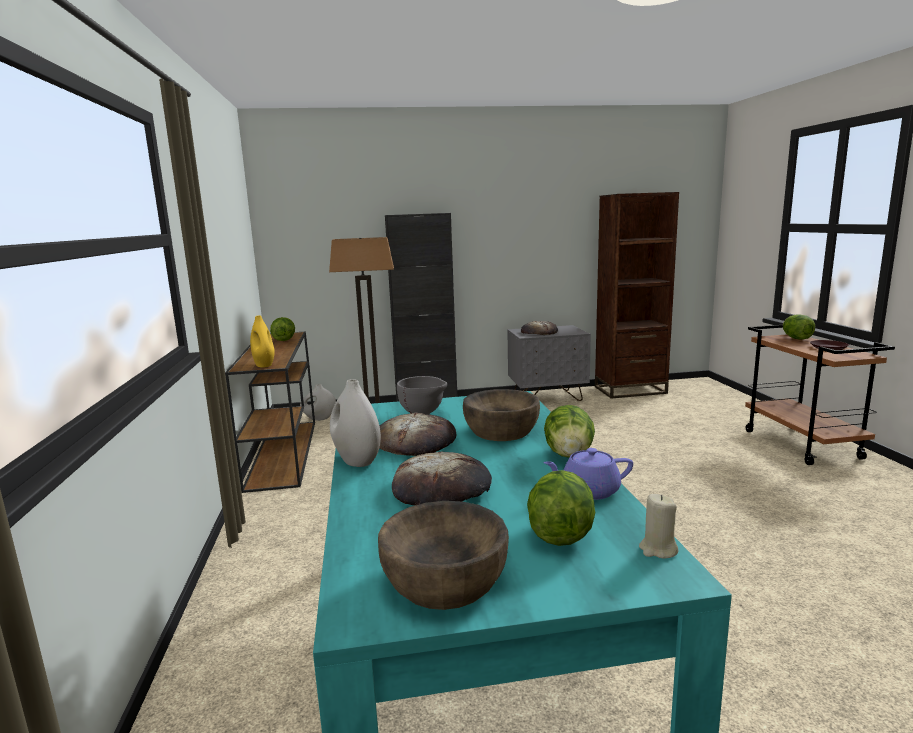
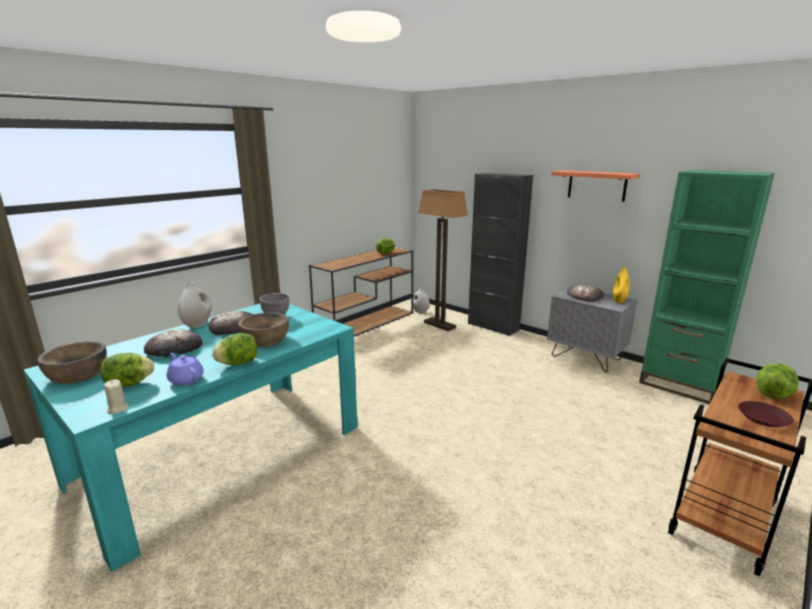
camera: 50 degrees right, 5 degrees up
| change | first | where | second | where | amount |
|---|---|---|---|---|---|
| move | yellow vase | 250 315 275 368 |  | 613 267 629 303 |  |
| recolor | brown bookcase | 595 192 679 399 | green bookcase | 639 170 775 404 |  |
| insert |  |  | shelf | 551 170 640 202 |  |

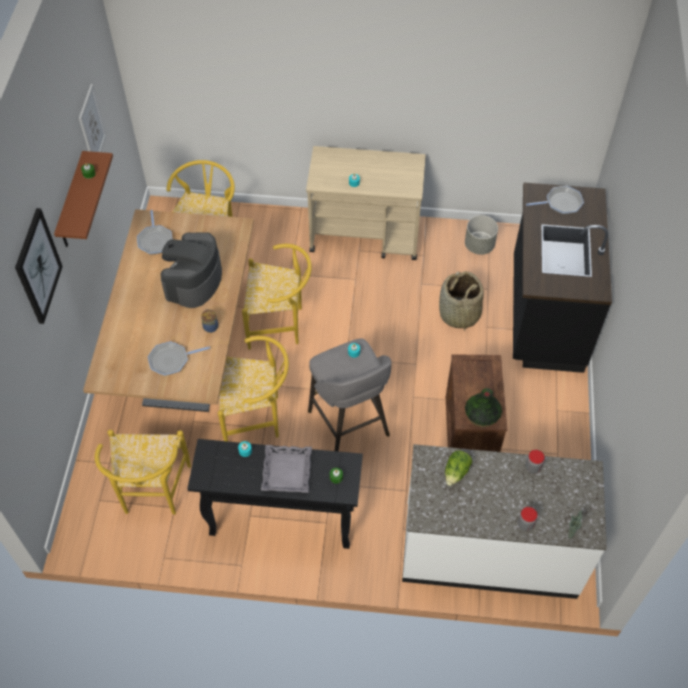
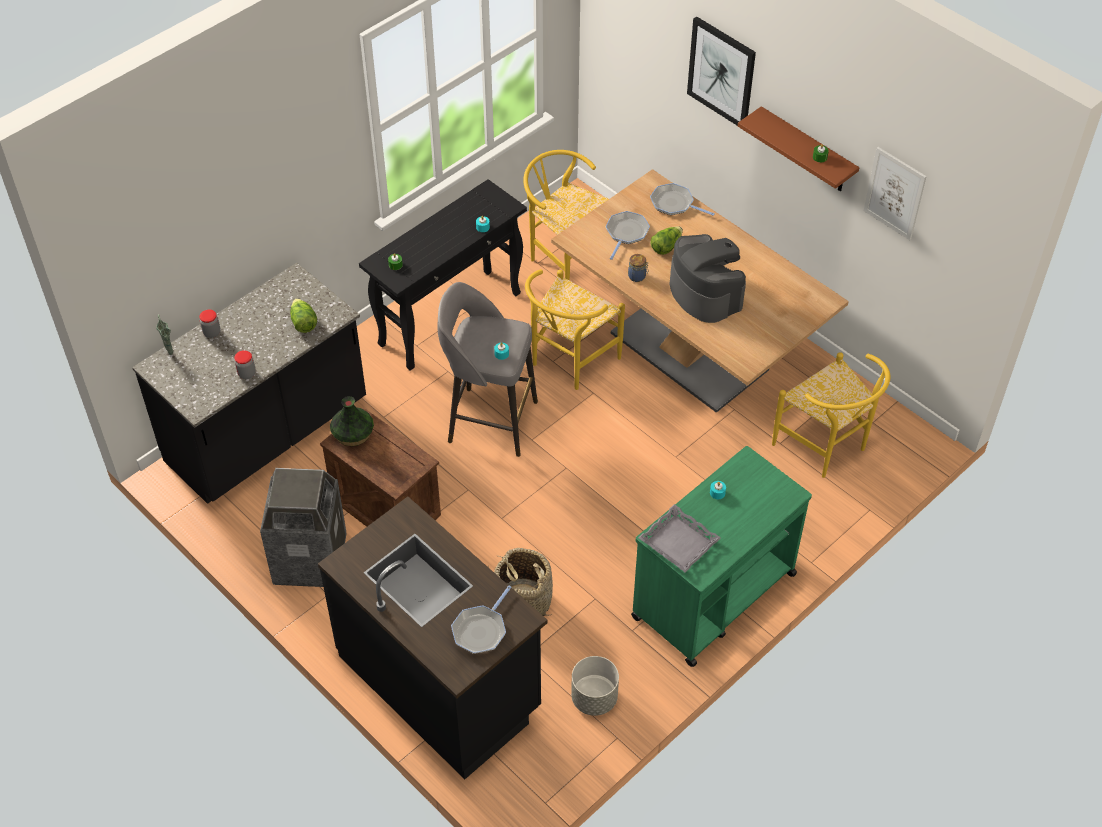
camera: 130 degrees right, 5 degrees down
| change | first | where | second | where | amount |
|---|---|---|---|---|---|
| move | frying pan | 137 210 172 255 |  | 650 183 715 216 |  |
| delete | yellow chair | 242 244 312 350 |  |  |  |
| move | grey tray | 261 445 312 493 |  | 638 504 721 572 |  |
| recolor | beige cart | 306 146 426 260 | green cart | 631 446 812 667 |  |
| recolor | white counter | 402 444 607 599 | black counter | 132 263 366 504 |  |
| insert |  |  | trash can | 260 468 347 587 |  |
| insert |  |  | lettuce | 651 227 683 255 |  |

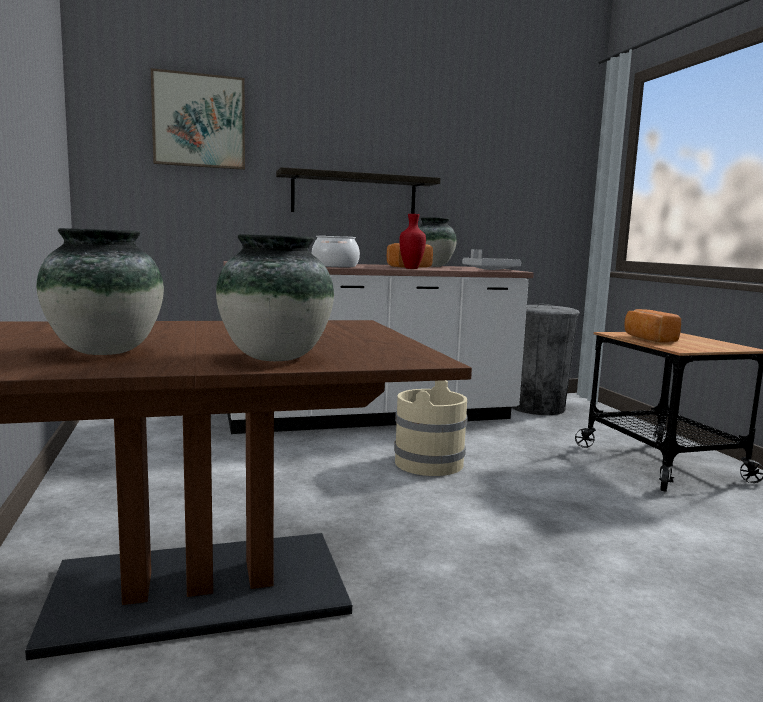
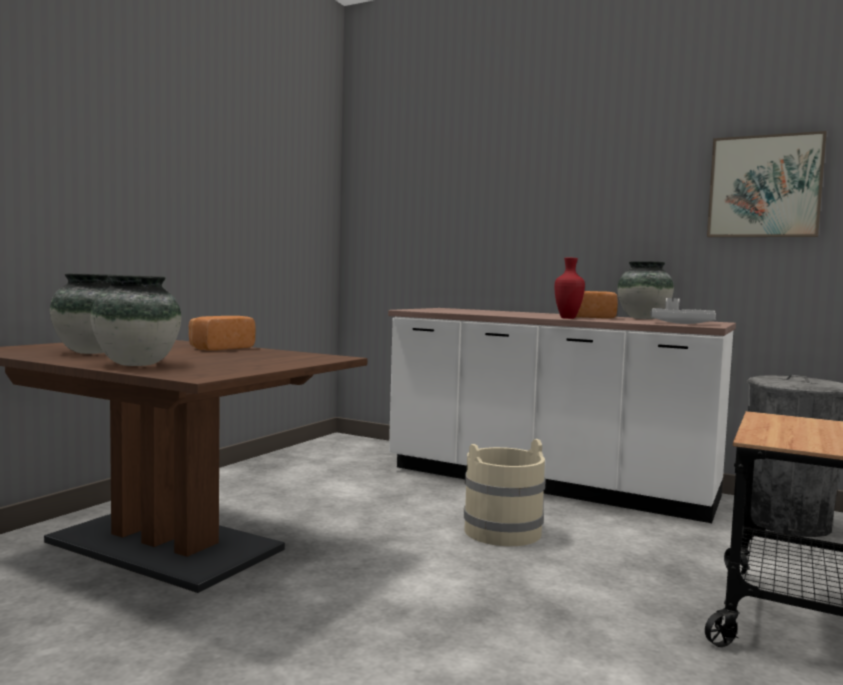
camera: 45 degrees right, 5 degrees down
| change | first | where | second | where | amount |
|---|---|---|---|---|---|
| move | picture | 151 68 245 170 |  | 707 131 827 237 |  |
| delete | shelf | 276 167 441 214 |  |  |  |
| delete | cooking pot | 312 236 360 267 |  |  |  |
| move | bread | 624 309 681 342 |  | 188 316 256 350 |  |

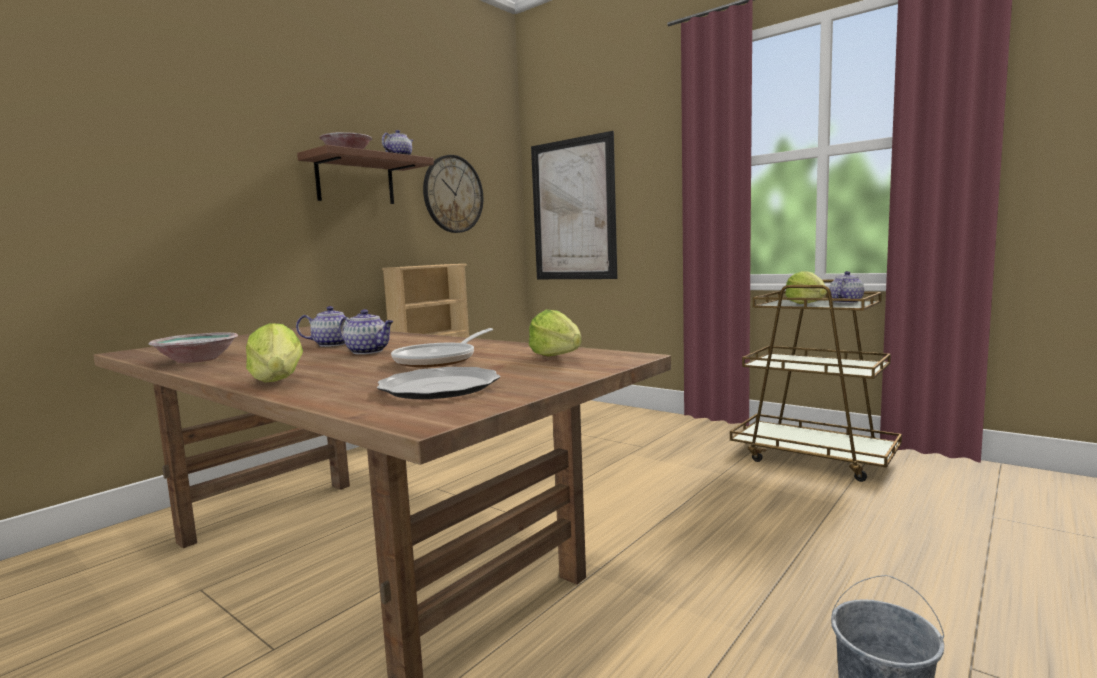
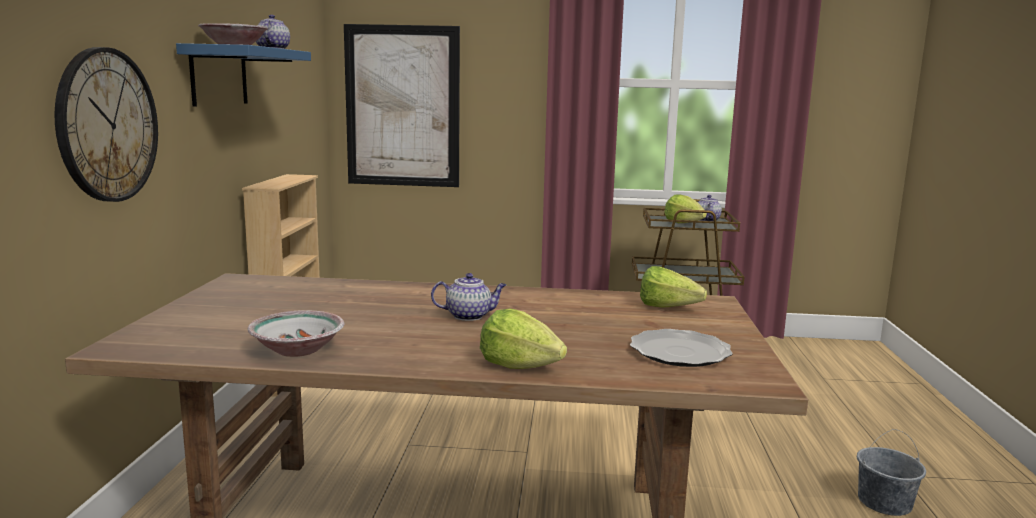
camera: 35 degrees left, 5 degrees up
| change | first | where | second | where | amount |
|---|---|---|---|---|---|
| delete | teapot | 296 306 362 347 |  |  |  |
| recolor | brown shelf | 297 145 434 204 | blue shelf | 176 43 311 107 |  |
| delete | frying pan | 391 328 493 367 |  |  |  |
| move | wall clock | 423 155 483 233 |  | 54 47 158 202 |  |

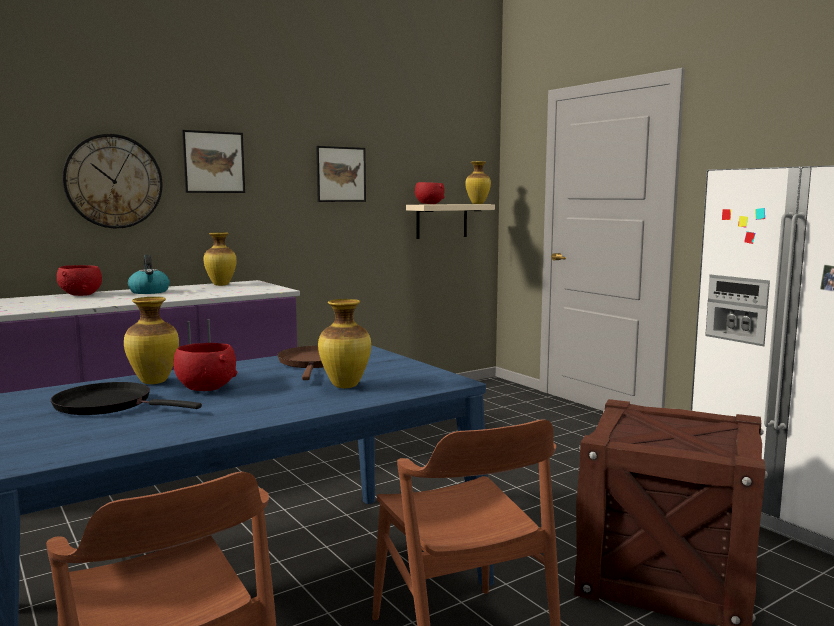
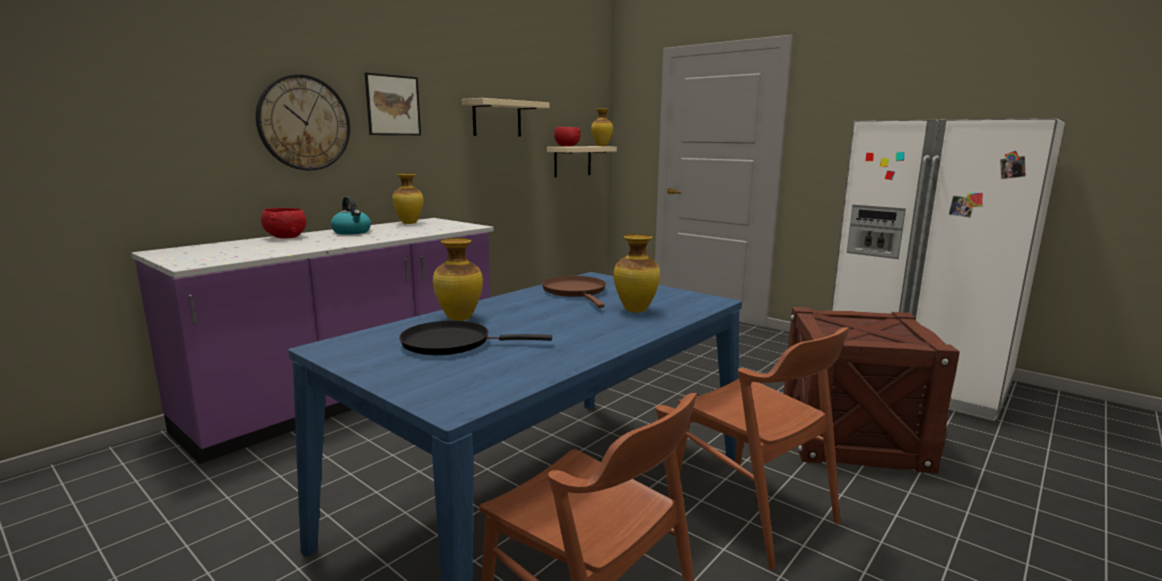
camera: 15 degrees left, 5 degrees up
| change | first | where | second | where | amount |
|---|---|---|---|---|---|
| delete | red bowl | 173 343 238 391 |  |  |  |
| replace | picture | 316 146 366 202 | beige shelf | 462 98 549 136 |  |

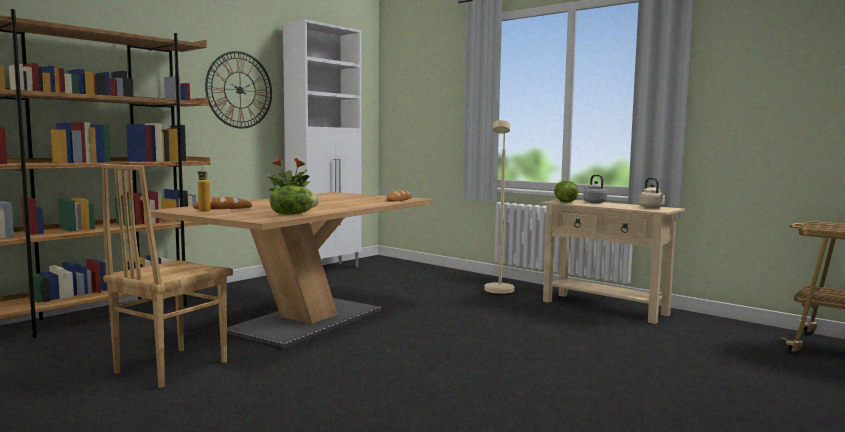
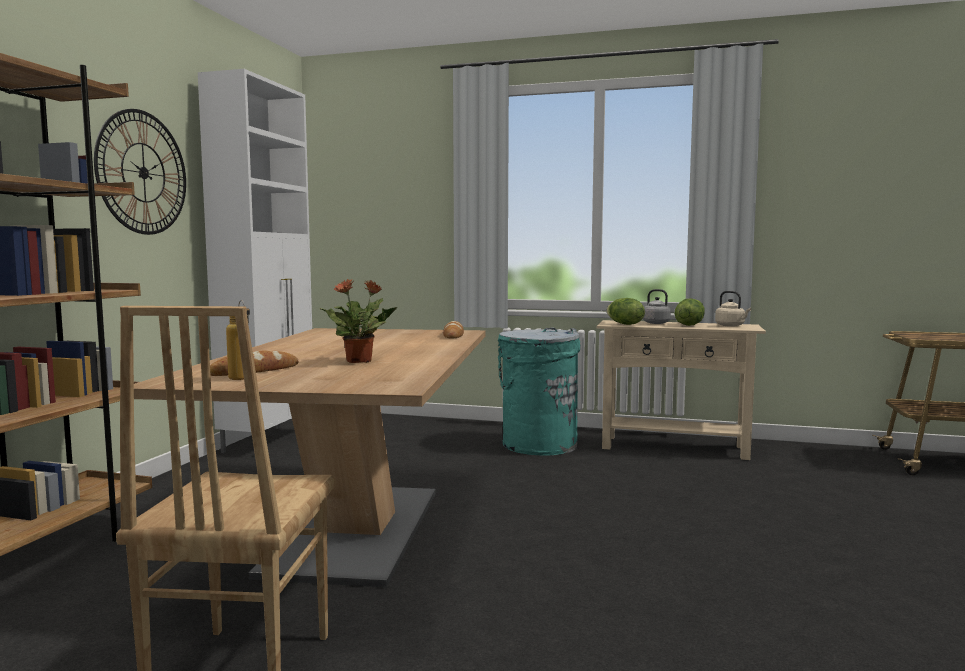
camera: 25 degrees left, 0 degrees up
| change | first | where | second | where | amount |
|---|---|---|---|---|---|
| move | lettuce | 270 186 319 215 |  | 675 298 705 326 |  |
| replace | beige floor lamp | 484 120 515 295 | turquoise trash can | 498 327 580 455 |  |

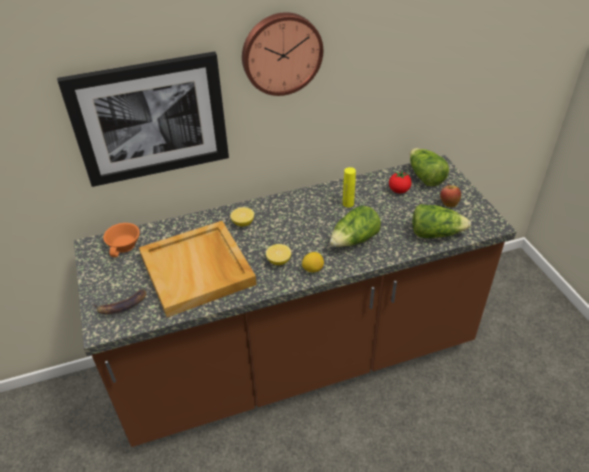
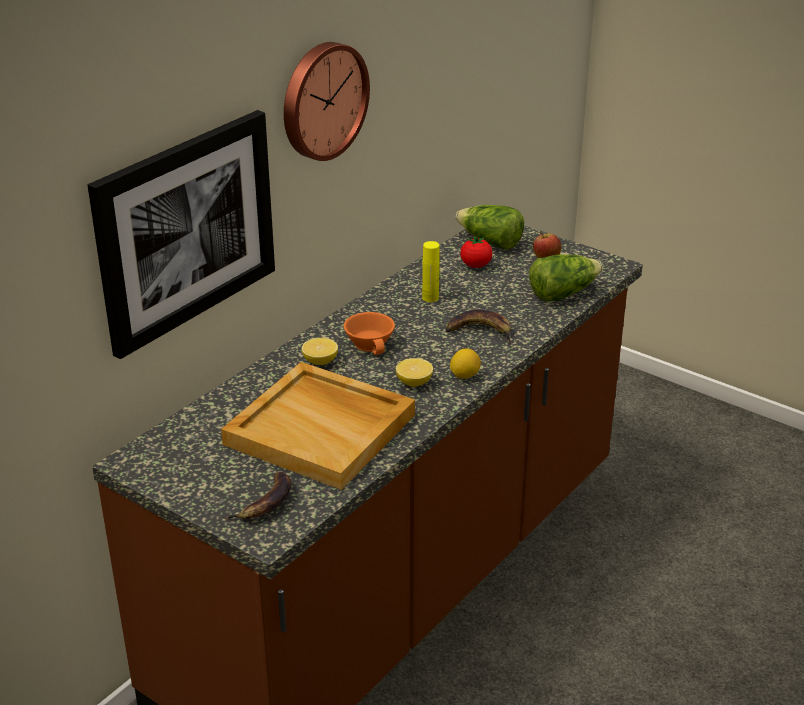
camera: 35 degrees left, 10 degrees down
| change | first | where | second | where | amount |
|---|---|---|---|---|---|
| move | orange cup | 103 223 140 257 |  | 344 312 395 355 |  |
| replace | lettuce | 330 206 381 247 | banana | 445 310 511 344 |  |

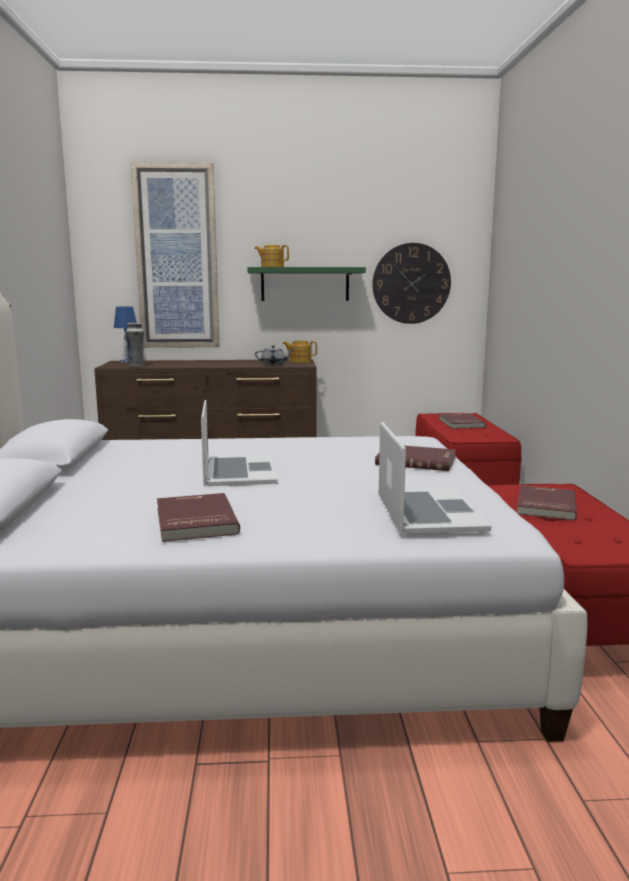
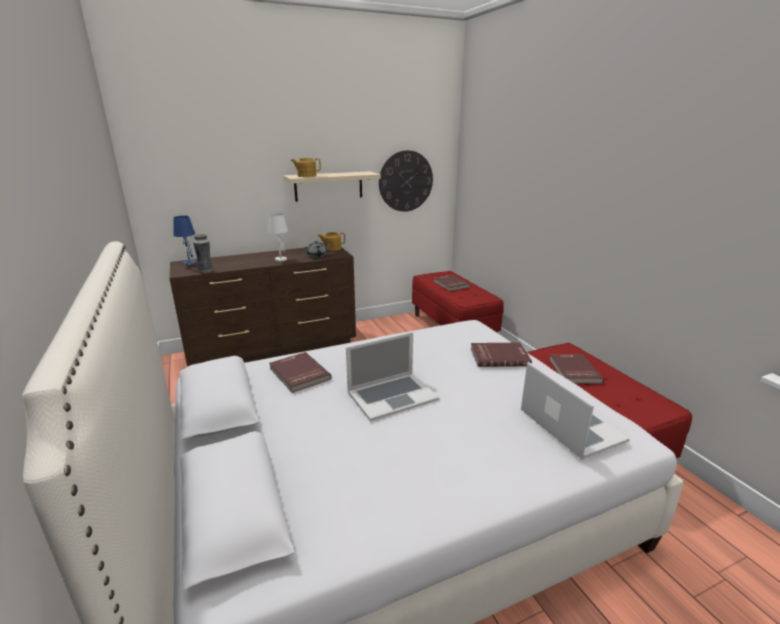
camera: 20 degrees left, 10 degrees up
| change | first | where | second | where | amount |
|---|---|---|---|---|---|
| delete | picture | 131 162 220 348 |  |  |  |
| move | red book | 157 493 240 542 |  | 269 352 331 393 |  |
| rotate | laptop | 201 400 278 486 |  | 346 332 439 421 | 90 degrees clockwise |
| recolor | green shelf | 247 267 366 301 | beige shelf | 283 171 381 202 |  |
| insert |  |  | white table lamp | 268 213 288 262 |  |

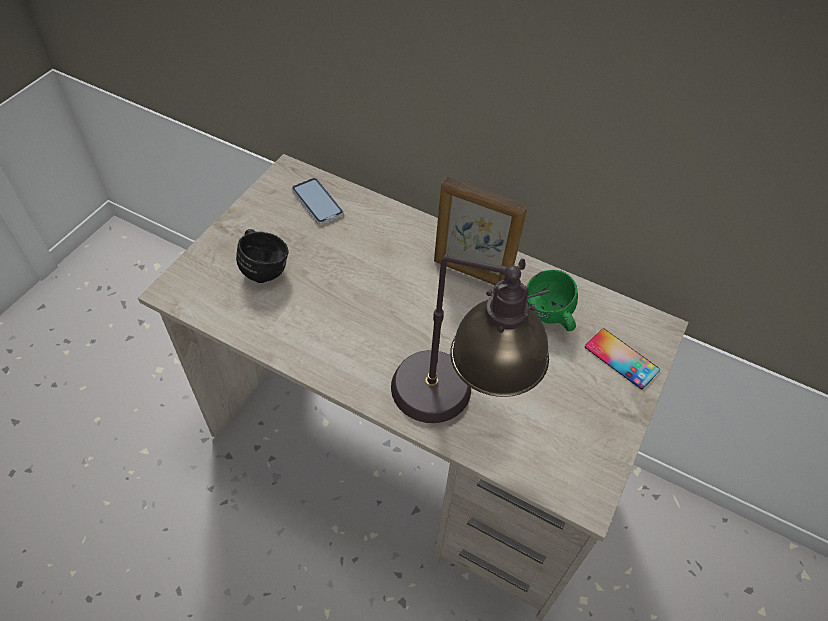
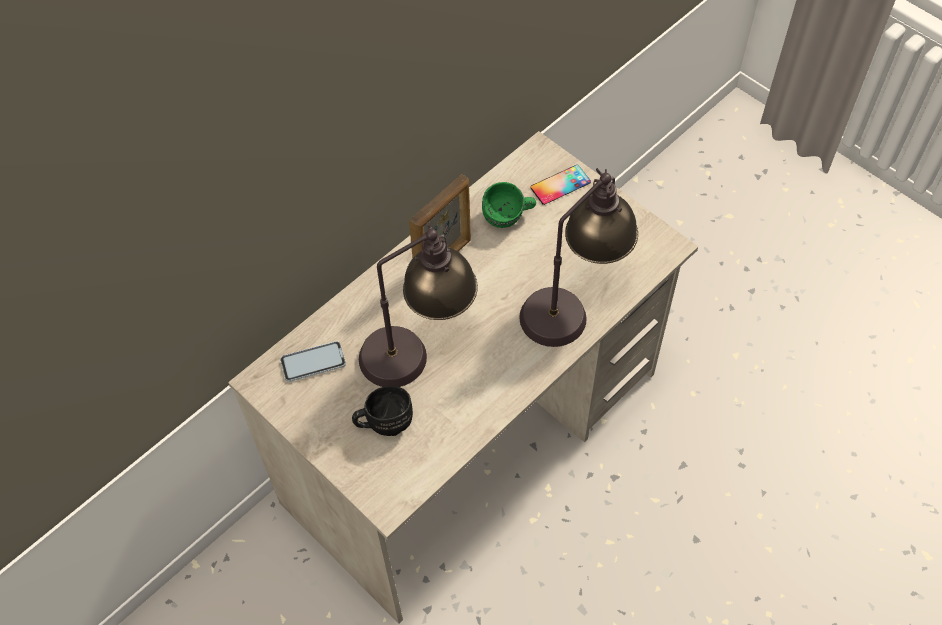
camera: 70 degrees left, 5 degrees up
| change | first | where | second | where | amount |
|---|---|---|---|---|---|
| insert |  |  | table lamp | 359 222 478 387 |  |

